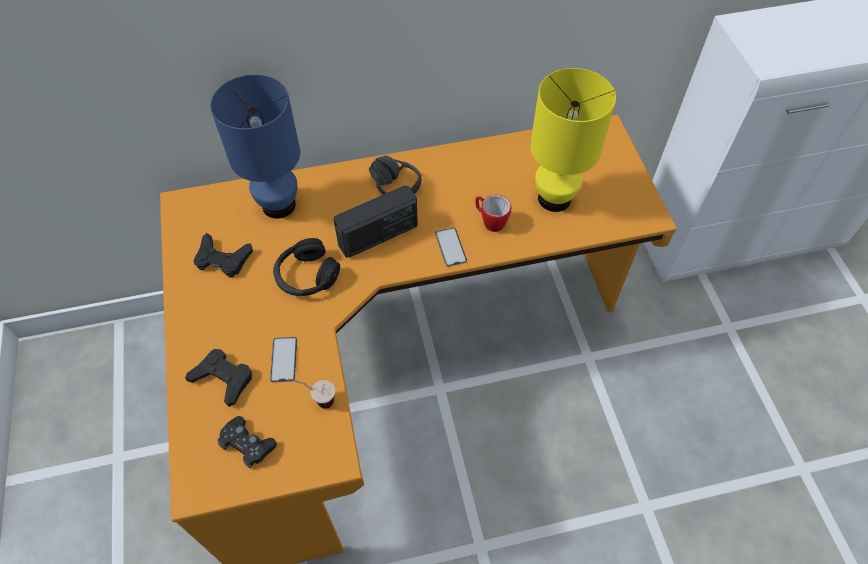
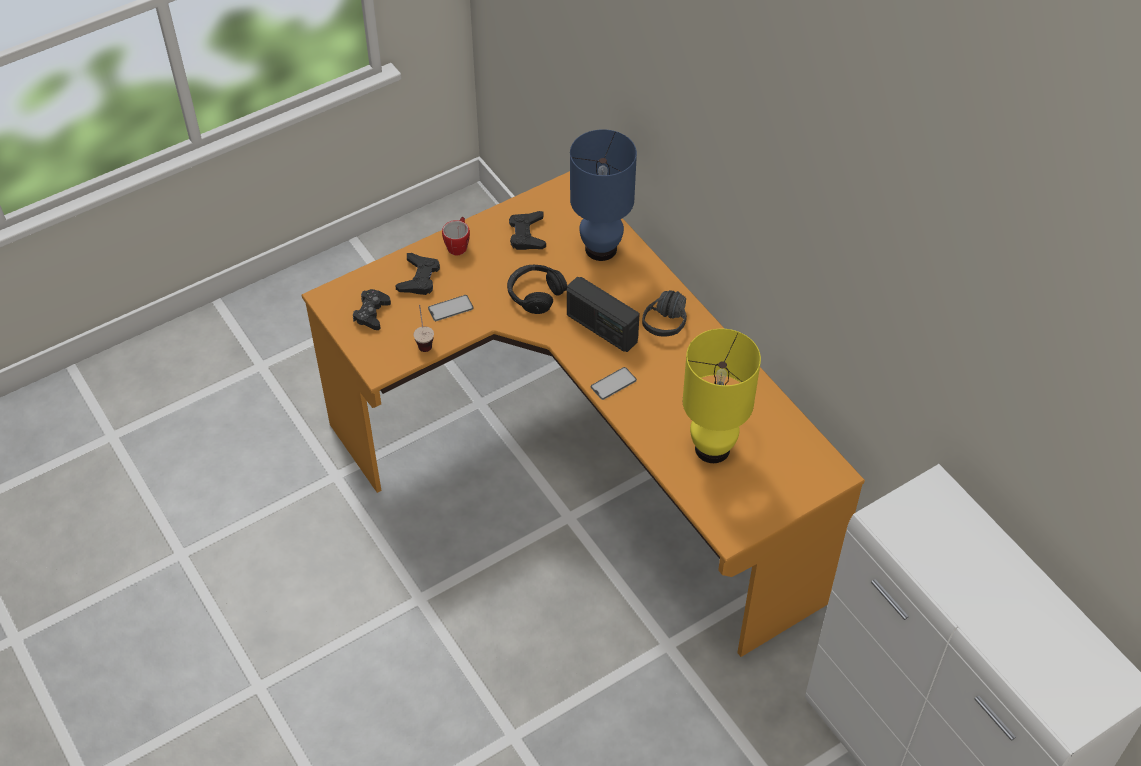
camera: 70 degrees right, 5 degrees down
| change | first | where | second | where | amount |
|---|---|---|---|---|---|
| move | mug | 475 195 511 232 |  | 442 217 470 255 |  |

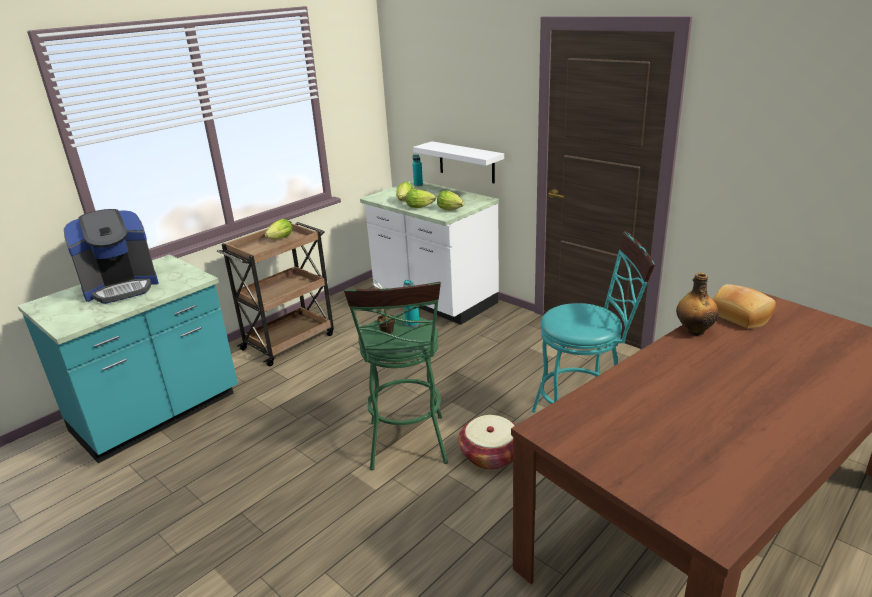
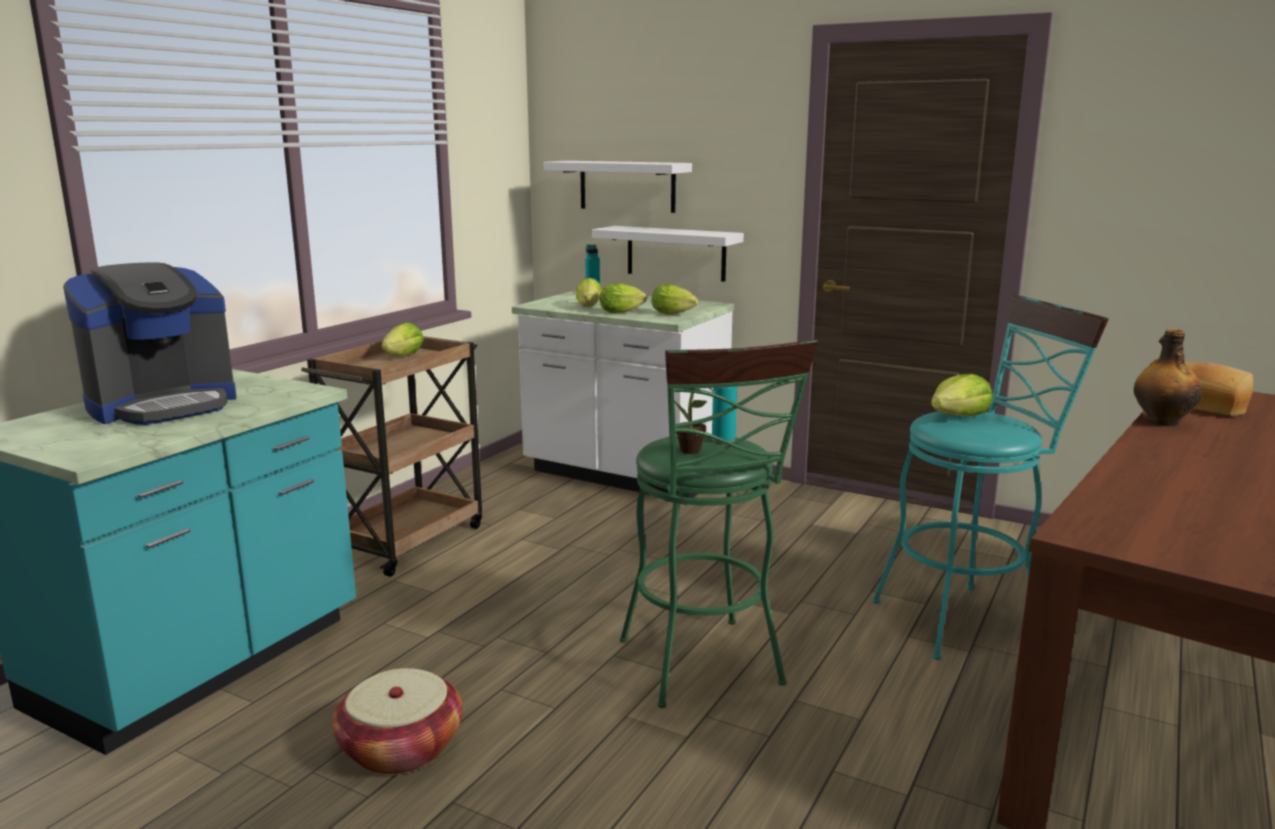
camera: 15 degrees left, 10 degrees down
| change | first | where | second | where | amount |
|---|---|---|---|---|---|
| move | basket | 458 415 516 470 |  | 332 668 463 774 |  |
| insert |  |  | white shelf | 544 161 692 213 |  |
| insert |  |  | lettuce | 931 374 993 416 |  |

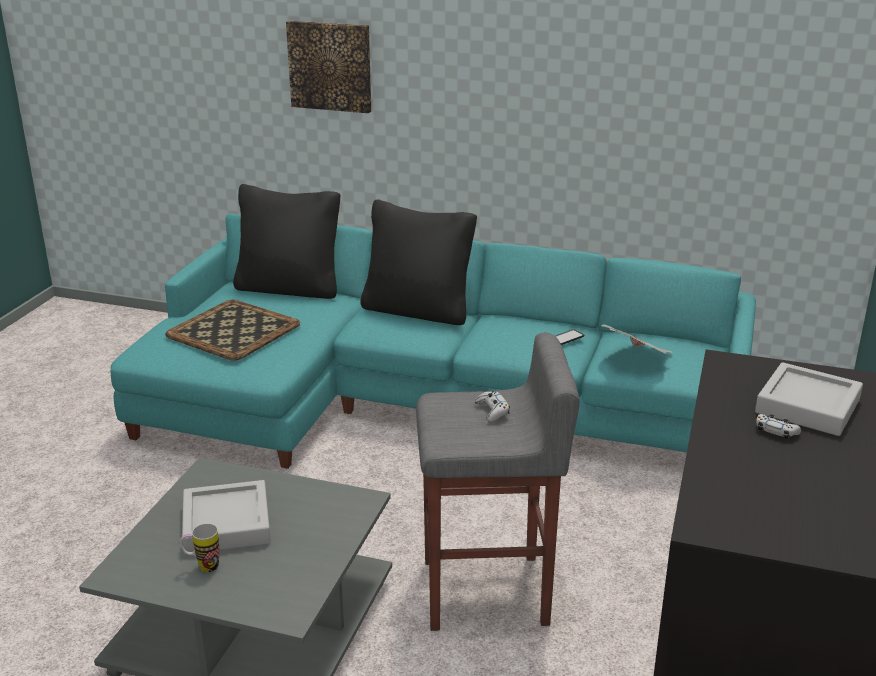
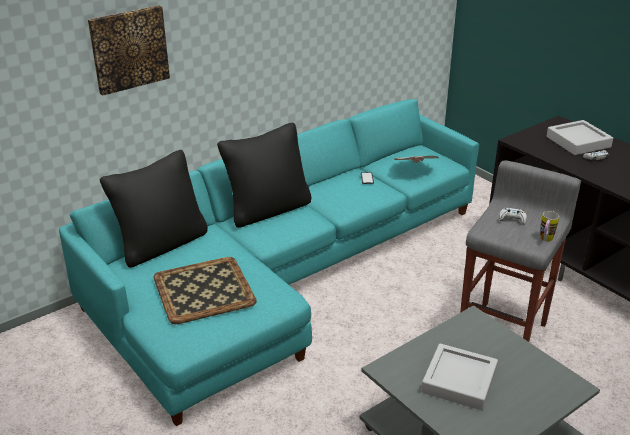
camera: 55 degrees left, 5 degrees up
| change | first | where | second | where | amount |
|---|---|---|---|---|---|
| move | mug | 180 524 219 572 |  | 540 211 559 242 |  |

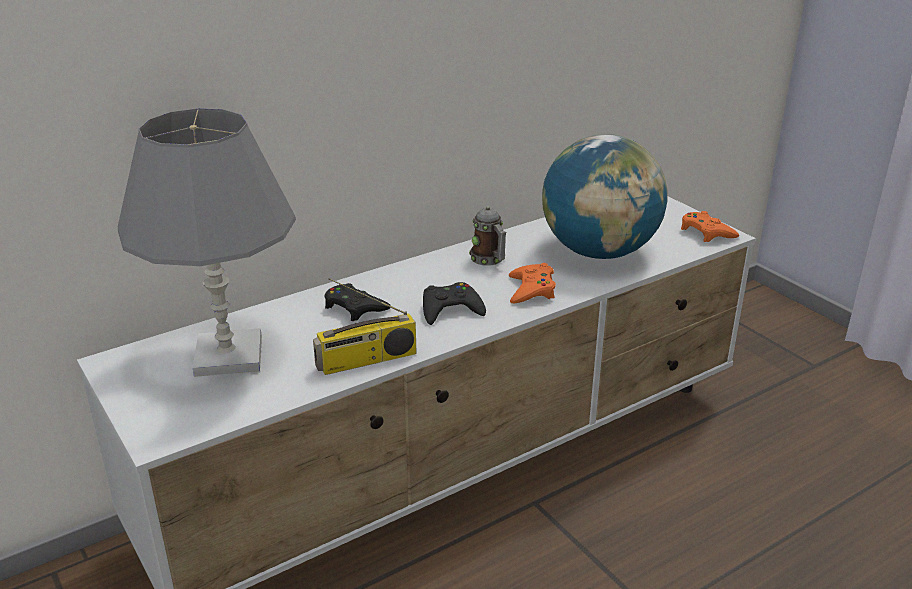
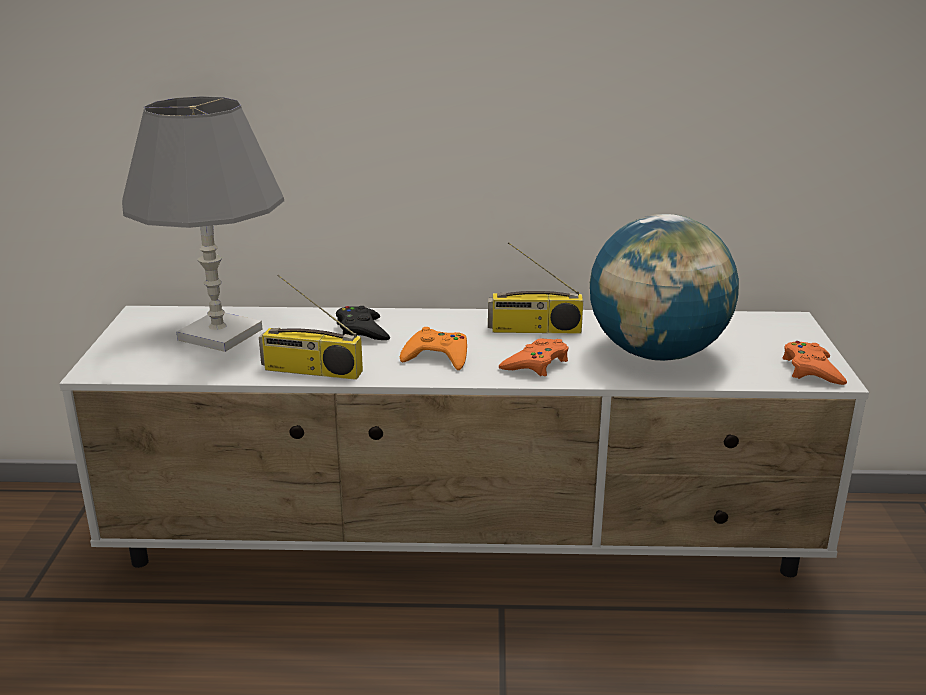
camera: 35 degrees right, 5 degrees down
| change | first | where | second | where | amount |
|---|---|---|---|---|---|
| recolor | black game controller | 423 282 486 325 | orange game controller | 400 327 467 370 |  |
| replace | mug | 469 206 506 266 | radio | 488 242 583 333 |  |

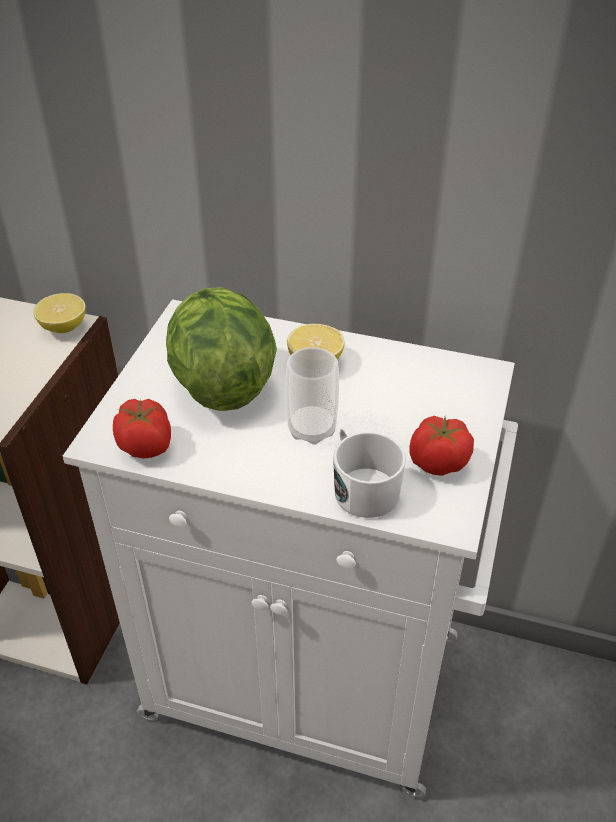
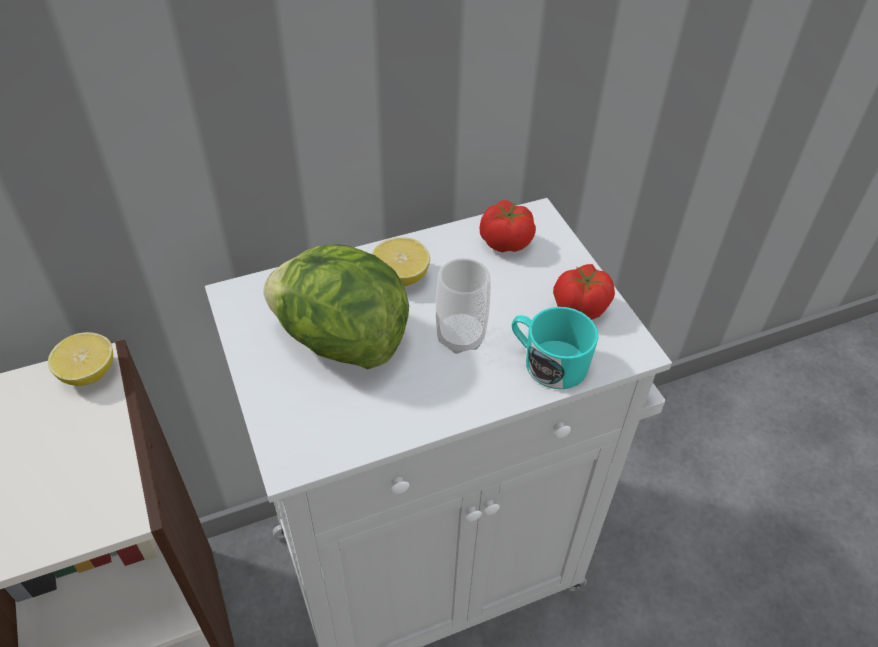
camera: 40 degrees left, 5 degrees up
| change | first | where | second | where | amount |
|---|---|---|---|---|---|
| move | tomato | 113 399 171 459 |  | 480 200 536 252 |  |
| recolor | white mug | 333 426 406 518 | turquoise mug | 512 307 598 389 |  |

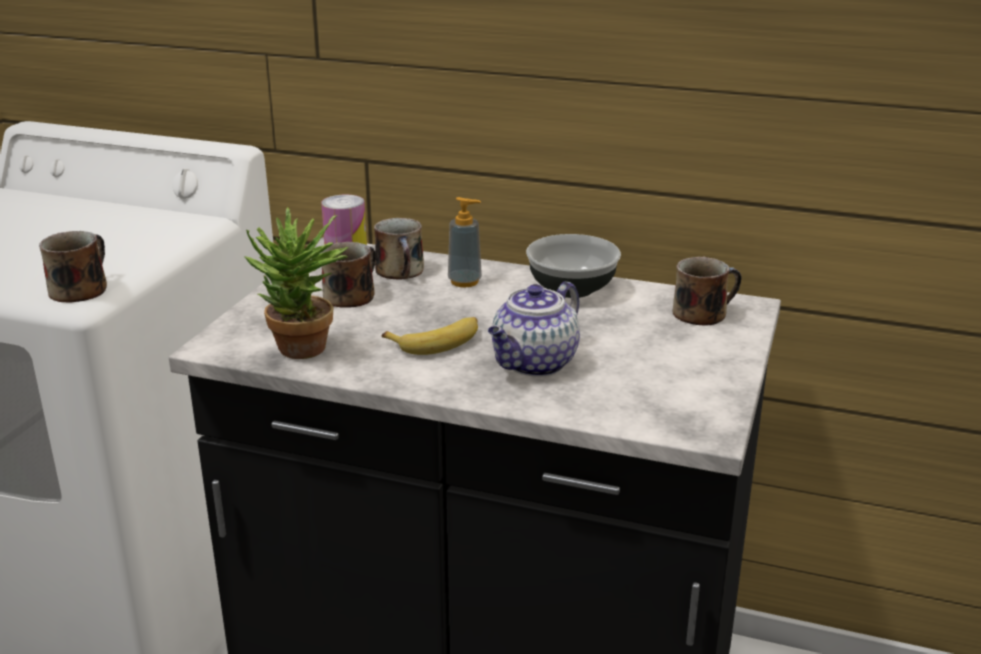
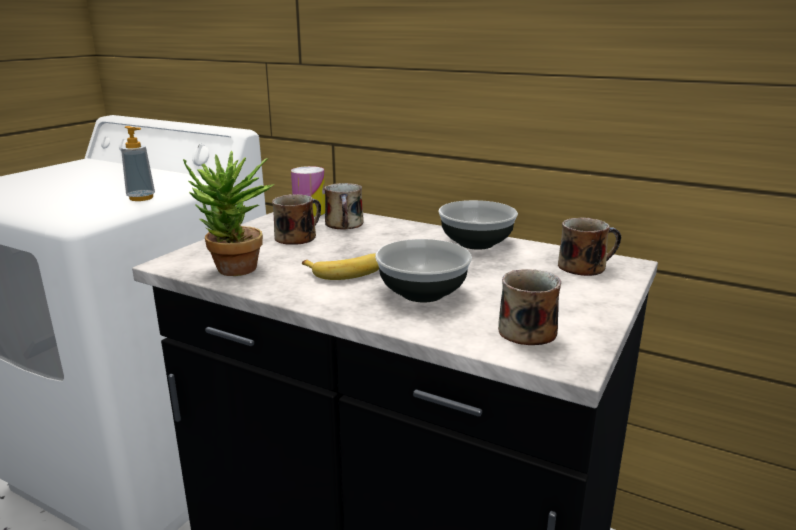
camera: 10 degrees right, 5 degrees down
| change | first | where | second | where | amount |
|---|---|---|---|---|---|
| move | mug | 39 231 107 302 |  | 498 269 561 345 |  |
| move | soap dispenser | 448 197 482 288 |  | 121 126 155 201 |  |
| replace | teapot | 488 282 580 377 | bowl | 375 239 472 302 |  |

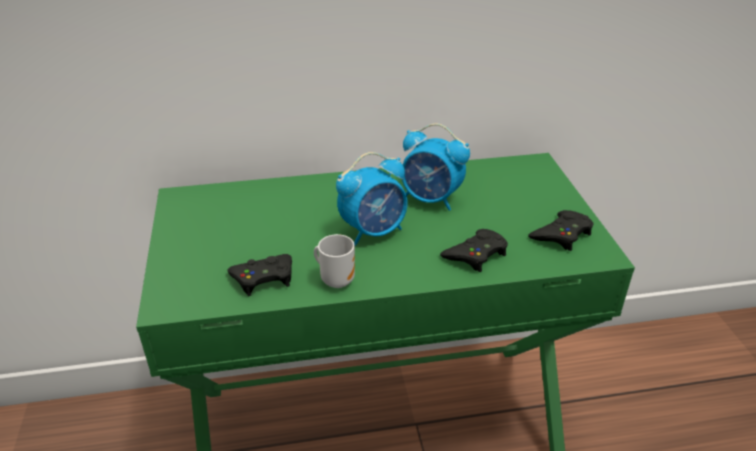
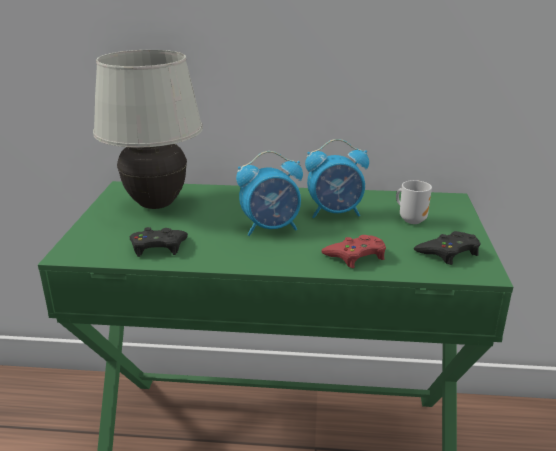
camera: 15 degrees right, 10 degrees down
| change | first | where | second | where | amount |
|---|---|---|---|---|---|
| move | mug | 314 234 355 288 |  | 396 180 432 224 |  |
| rotate | alarm clock | 402 123 470 211 |  | 305 139 369 218 | 45 degrees counterclockwise |
| recolor | black game controller | 440 229 508 272 | red game controller | 321 235 386 268 |  |
| insert |  |  | white table lamp | 93 50 203 209 |  |

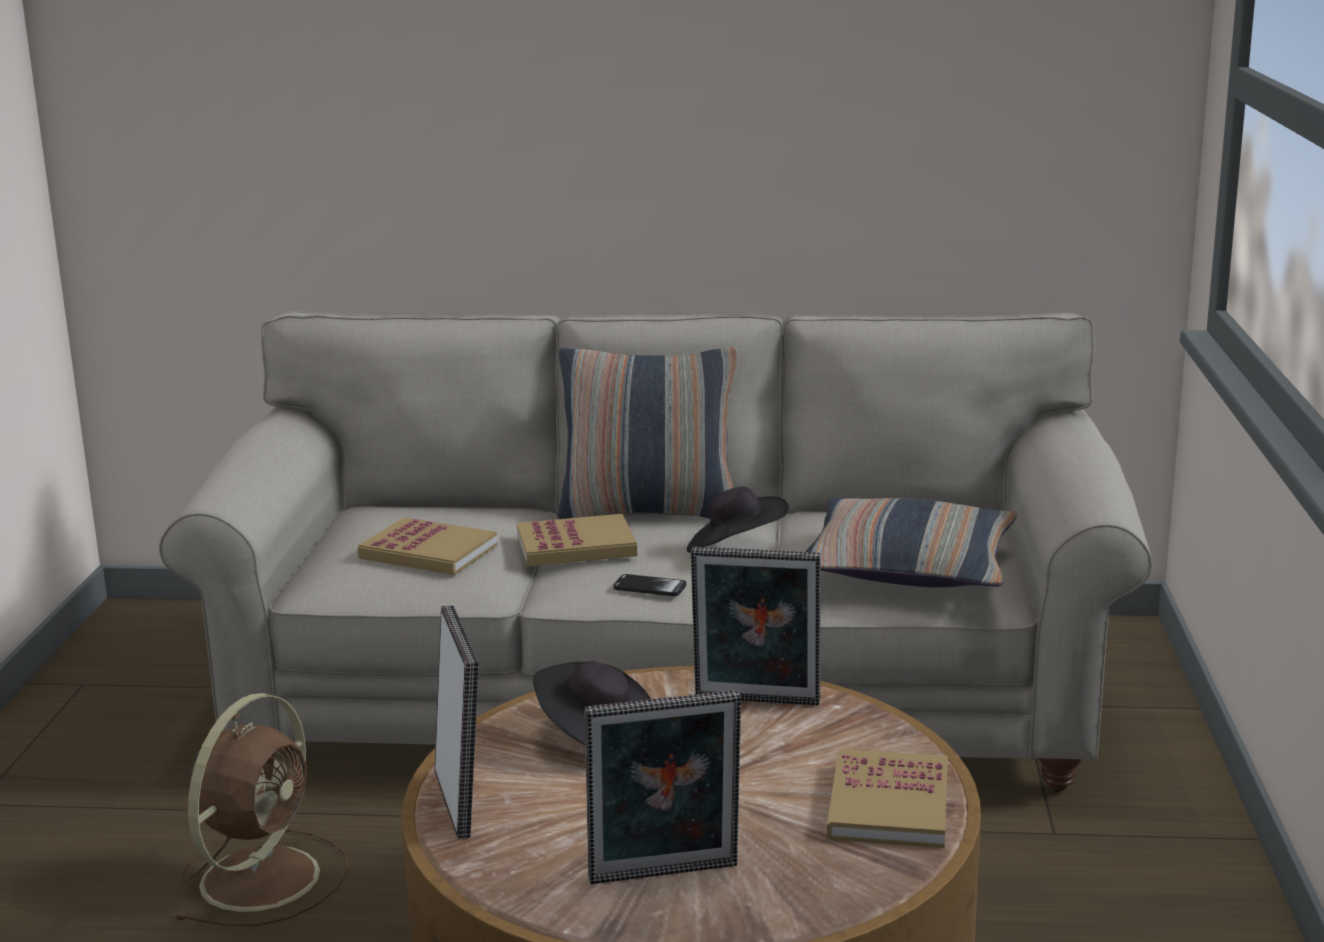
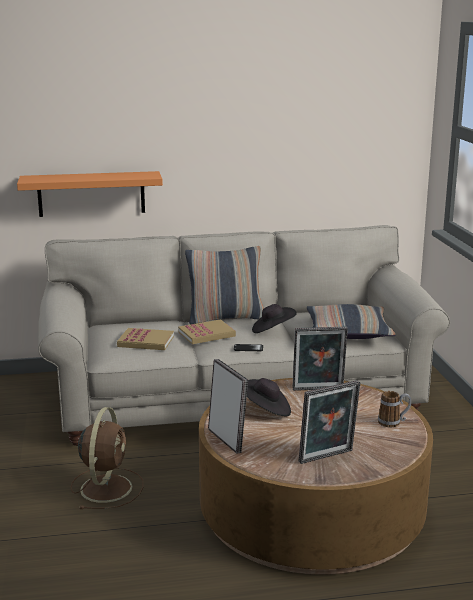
camera: 15 degrees left, 0 degrees up
| change | first | where | second | where | amount |
|---|---|---|---|---|---|
| replace | book | 827 749 948 848 | mug | 378 391 412 427 |  |
| insert |  |  | orange shelf | 17 171 163 217 |  |

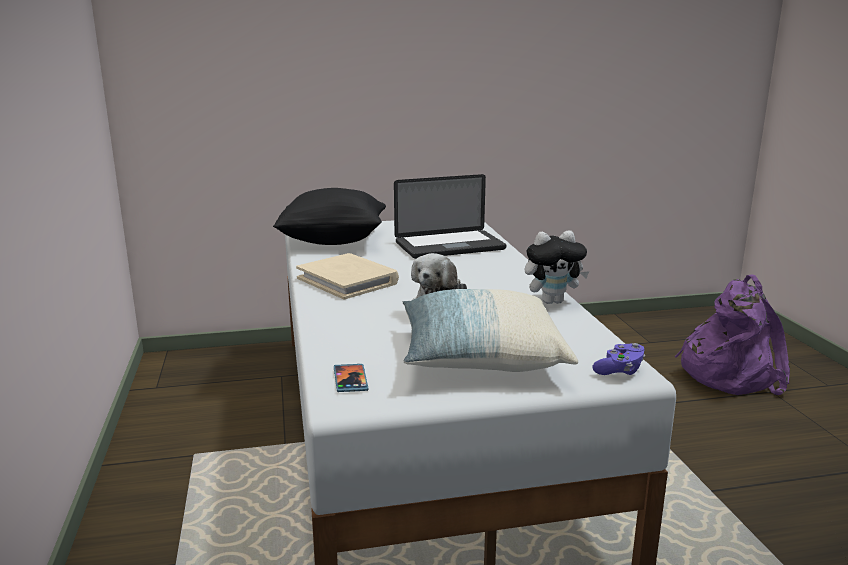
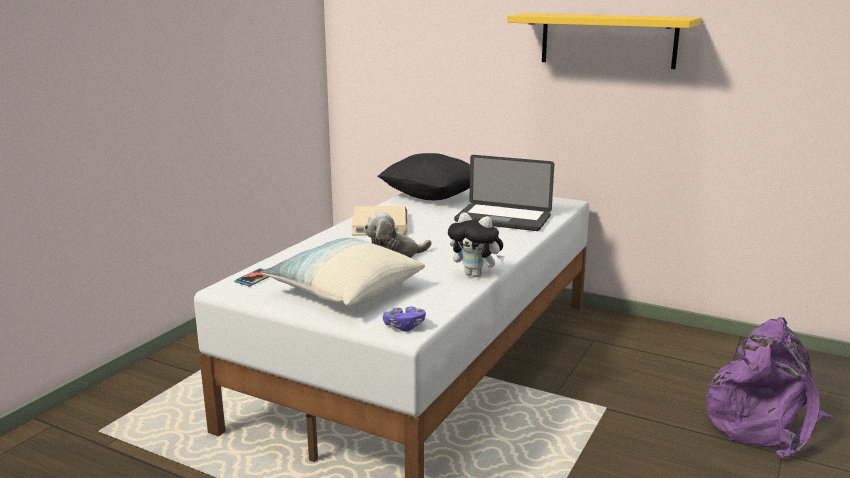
camera: 40 degrees right, 0 degrees up
| change | first | where | second | where | amount |
|---|---|---|---|---|---|
| insert |  |  | yellow shelf | 507 13 701 69 |  |

